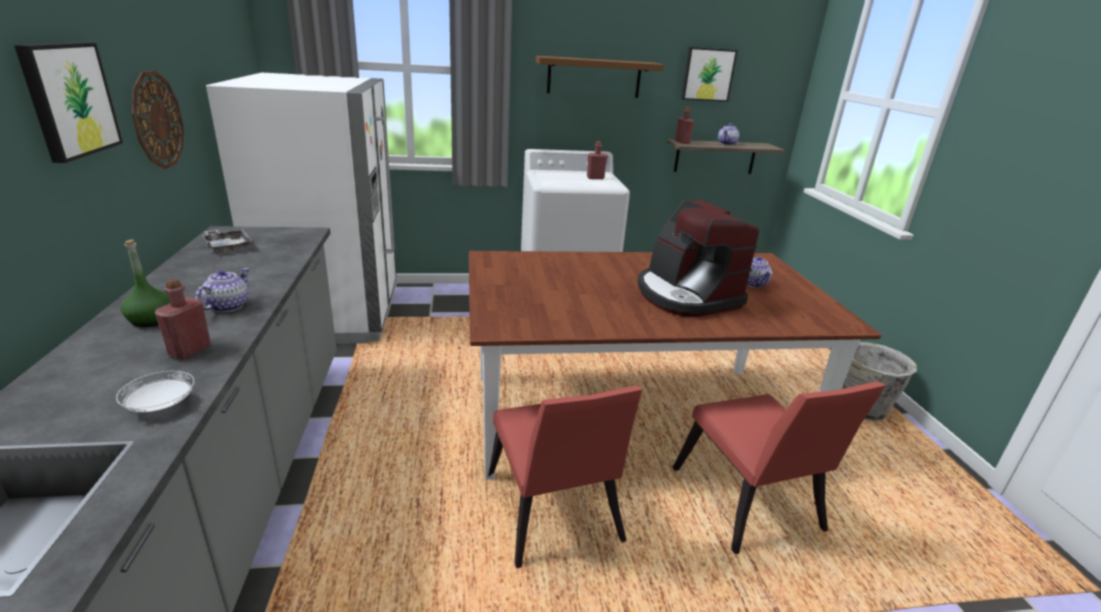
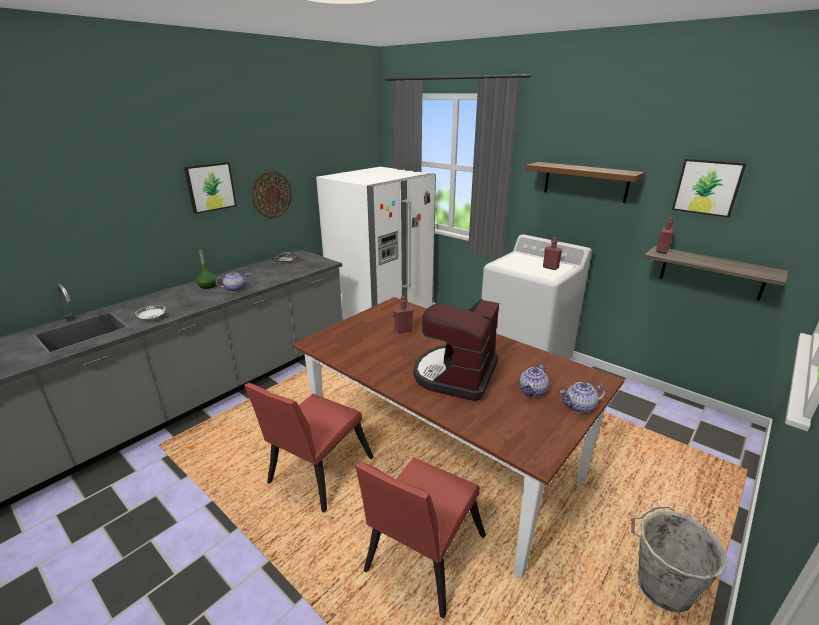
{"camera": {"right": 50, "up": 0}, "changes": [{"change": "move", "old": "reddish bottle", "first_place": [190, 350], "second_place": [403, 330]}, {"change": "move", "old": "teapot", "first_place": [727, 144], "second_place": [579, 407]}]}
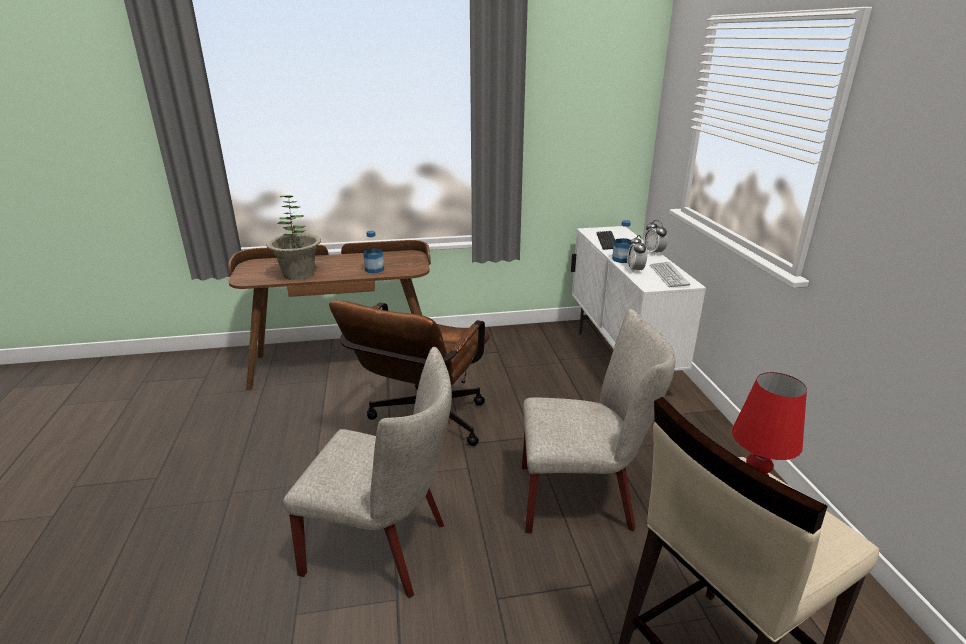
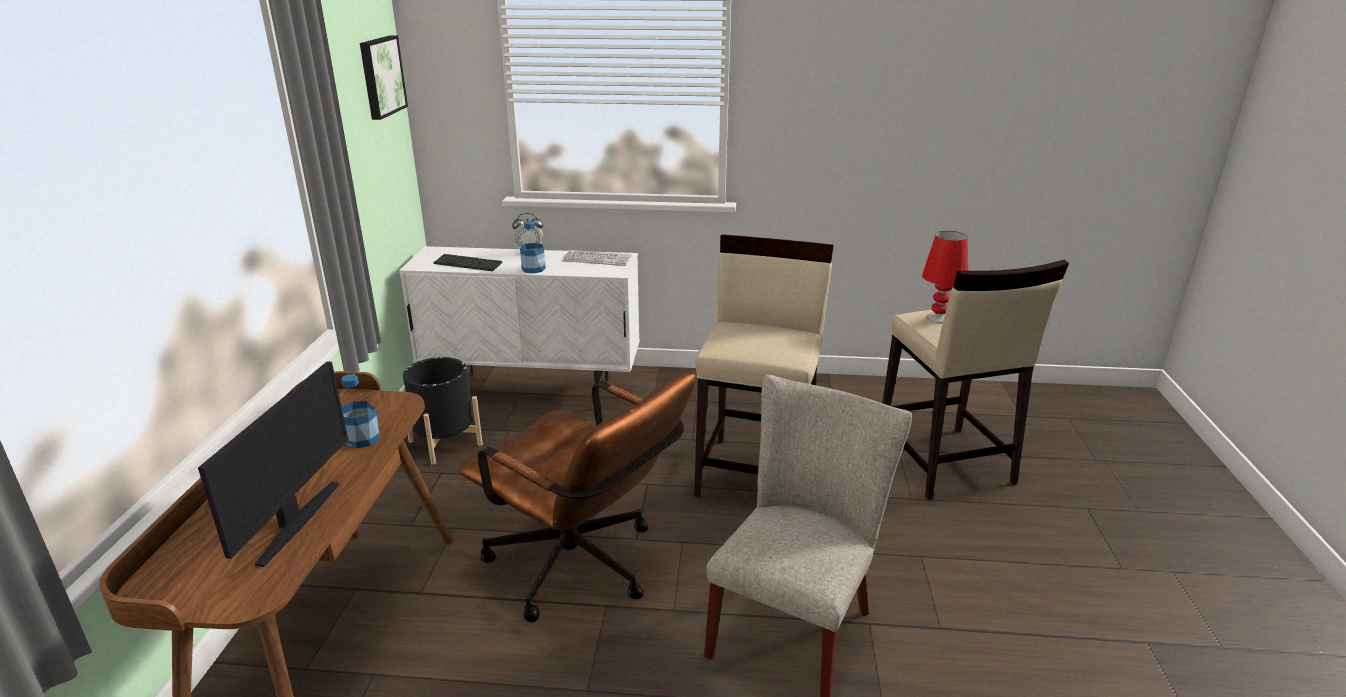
{"camera": {"right": -75, "up": 0}, "changes": [{"change": "delete", "old": "bedside clock", "first_place": [635, 270]}, {"change": "insert", "new": "picture", "second_place": [380, 76]}, {"change": "insert", "new": "blackish planter", "second_place": [445, 443]}, {"change": "replace", "old": "houseplant", "new": "computer display", "first_place": [299, 274], "second_place": [296, 522]}, {"change": "replace", "old": "sand-coloured chair", "new": "sand-coloured stool", "first_place": [583, 497], "second_place": [756, 473]}]}
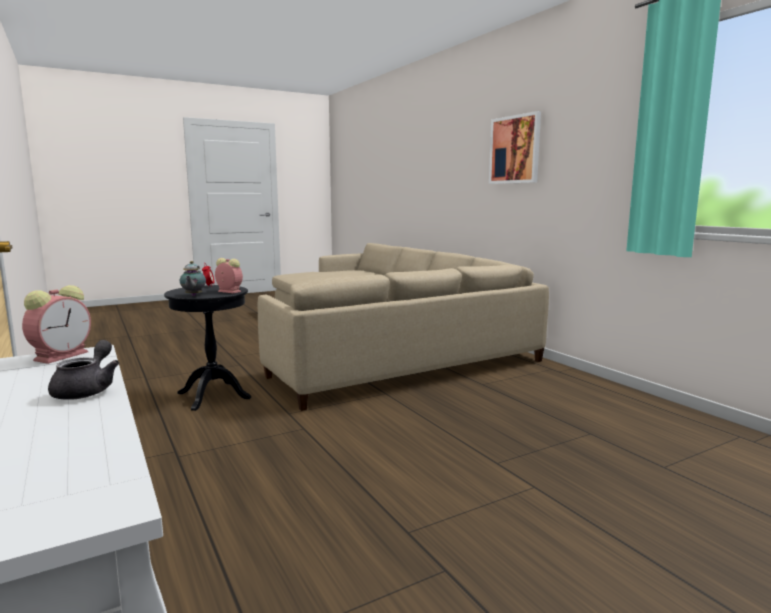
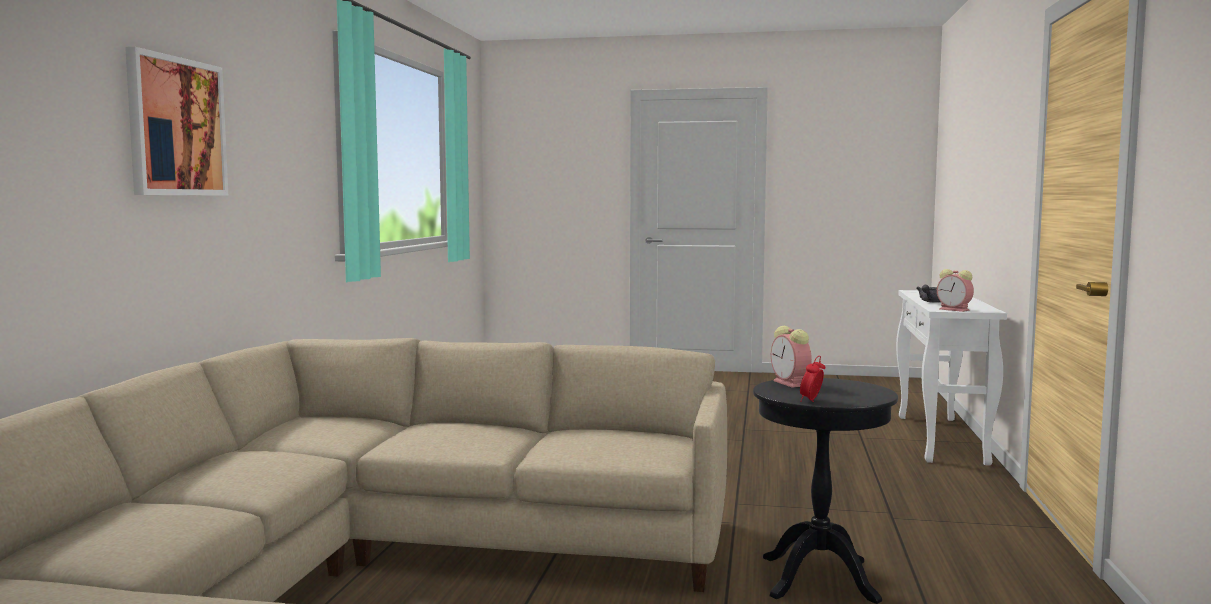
{"camera": {"right": -140, "up": -5}, "changes": [{"change": "delete", "old": "teapot", "first_place": [193, 296]}, {"change": "rotate", "old": "bedside clock", "first_place": [63, 355], "second_place": [955, 310], "degrees": -105}]}
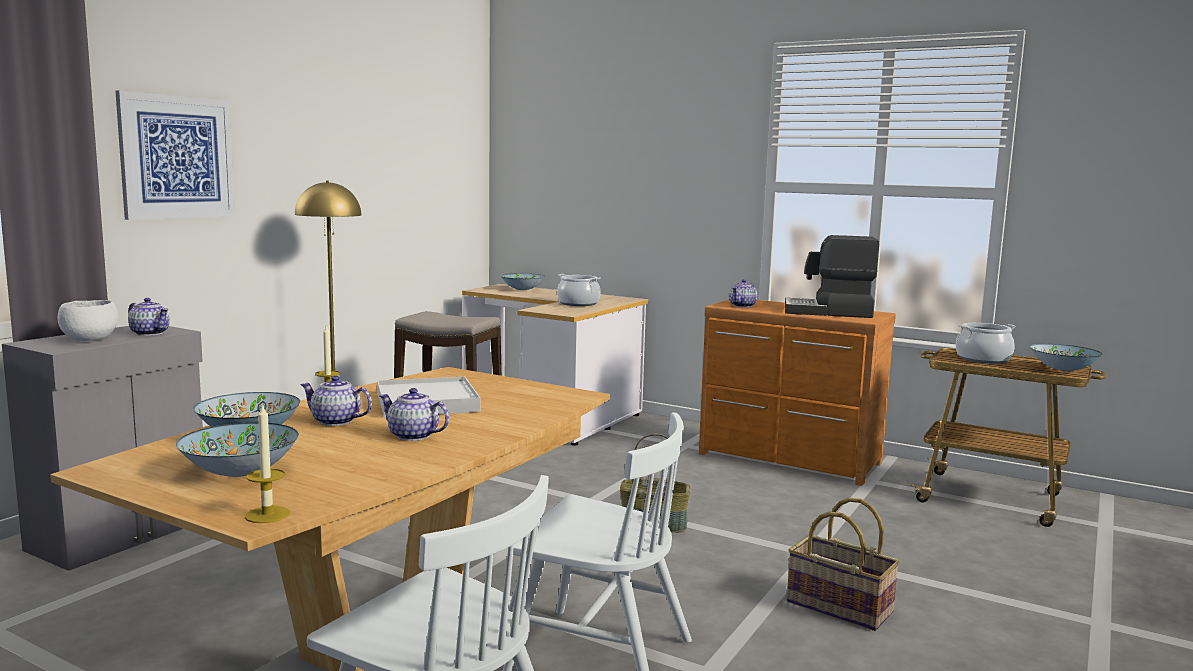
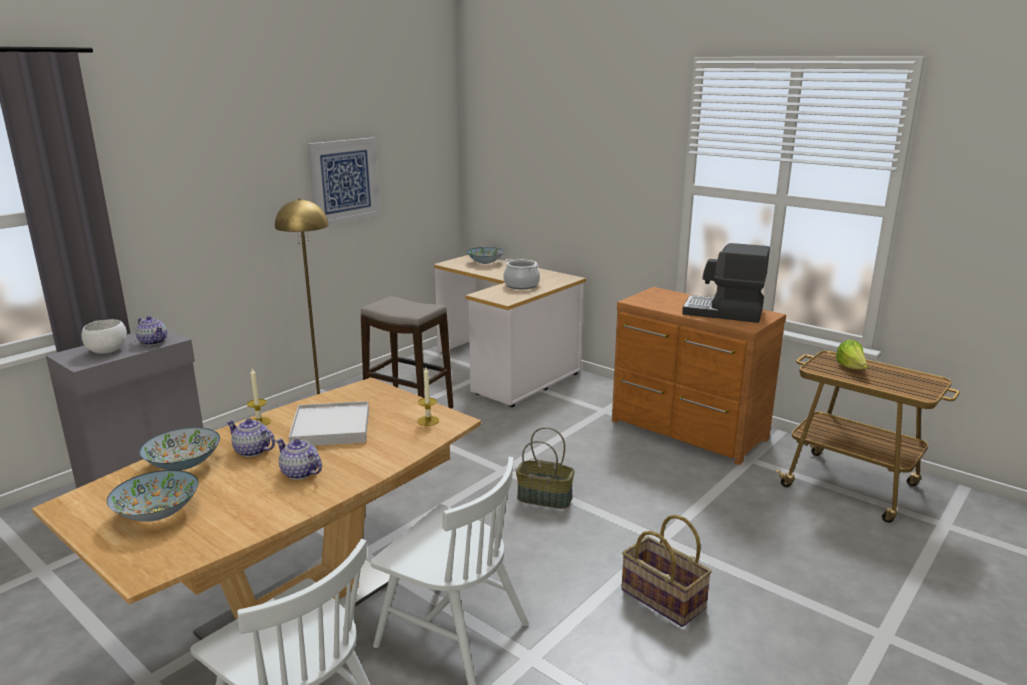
{"camera": {"right": 10, "up": 10}, "changes": [{"change": "delete", "old": "teapot", "first_place": [743, 306]}, {"change": "delete", "old": "serving bowl", "first_place": [1063, 369]}, {"change": "move", "old": "picture", "first_place": [177, 157], "second_place": [344, 181]}, {"change": "move", "old": "wax light", "first_place": [267, 514], "second_place": [428, 421]}, {"change": "replace", "old": "cooking pot", "new": "head of lettuce", "first_place": [983, 359], "second_place": [851, 368]}]}
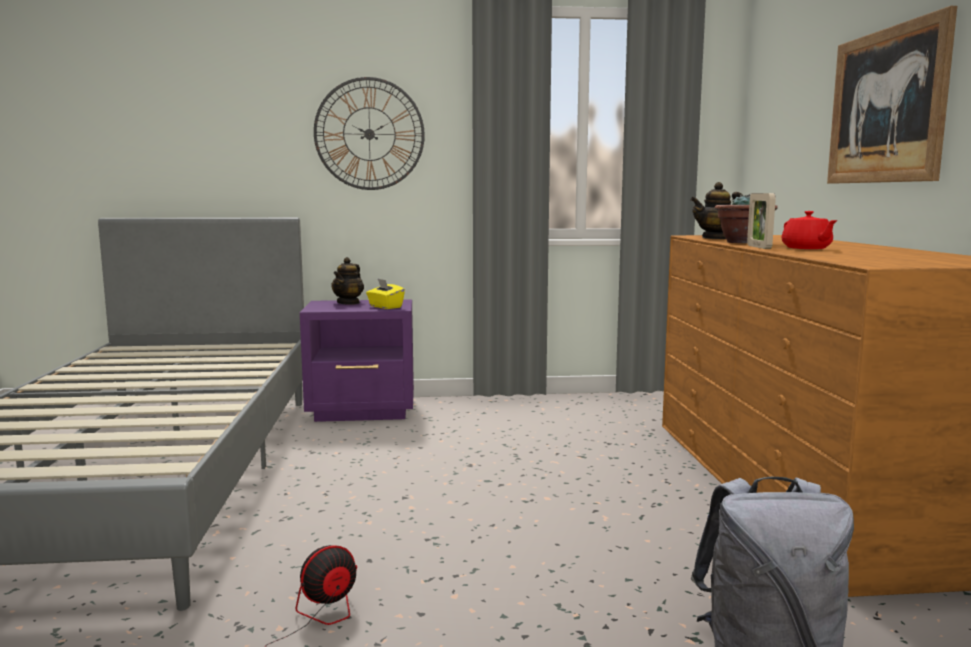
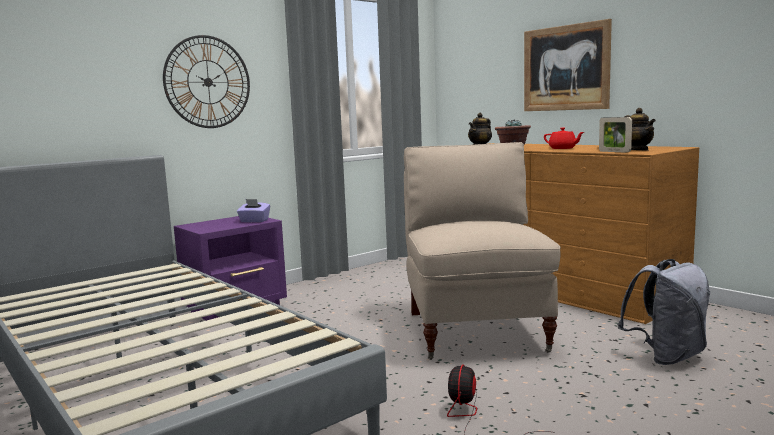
{"camera": {"right": -35, "up": 0}, "changes": [{"change": "insert", "new": "sand-coloured chair", "second_place": [475, 330]}, {"change": "move", "old": "teapot", "first_place": [348, 303], "second_place": [637, 150]}, {"change": "move", "old": "standing frame", "first_place": [759, 247], "second_place": [614, 151]}, {"change": "recolor", "old": "yellow-coloured tissue box", "new": "purple-coloured tissue box", "first_place": [385, 307], "second_place": [254, 221]}]}
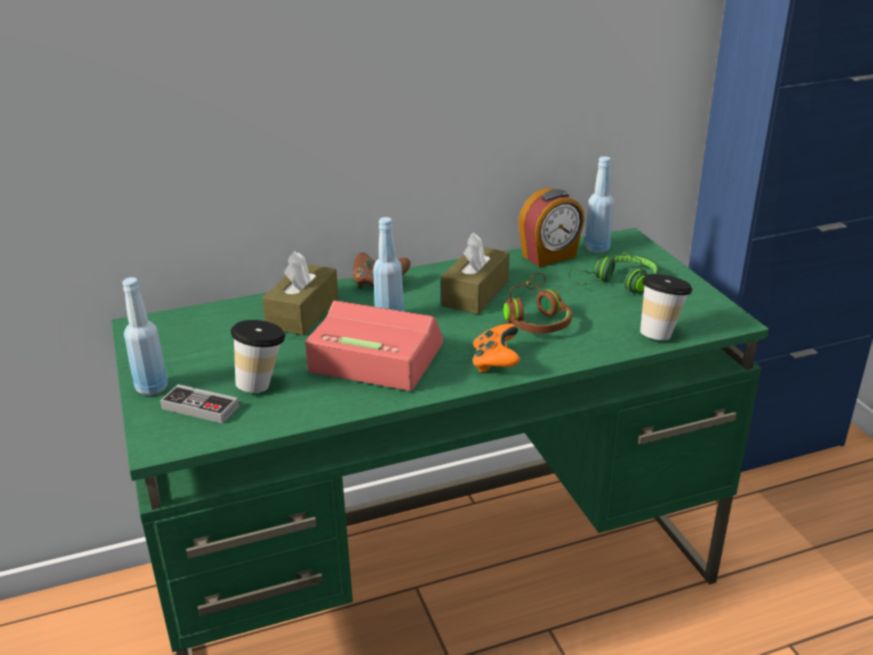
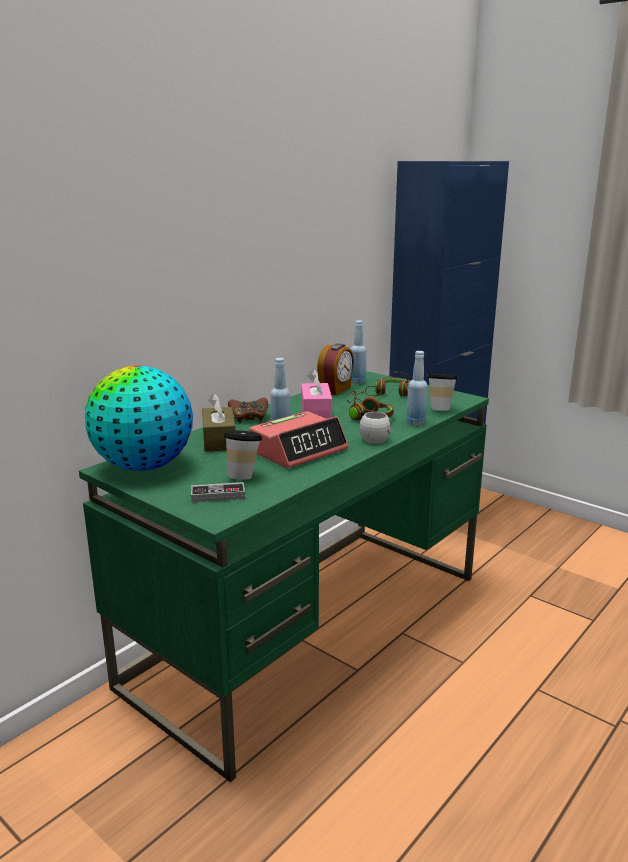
{"camera": {"right": -30, "up": -10}, "changes": [{"change": "insert", "new": "desk globe", "second_place": [143, 466]}, {"change": "move", "old": "blue bottle", "first_place": [152, 388], "second_place": [416, 423]}, {"change": "replace", "old": "orangey game controller", "new": "whitish coffee mug", "first_place": [495, 362], "second_place": [371, 437]}, {"change": "recolor", "old": "brown-coloured tissue box", "new": "pink tissue box", "first_place": [475, 293], "second_place": [316, 412]}, {"change": "recolor", "old": "green-coloured headset", "new": "brown-coloured headset", "first_place": [618, 283], "second_place": [390, 394]}, {"change": "rotate", "old": "bedside clock", "first_place": [375, 359], "second_place": [298, 450], "degrees": 150}]}
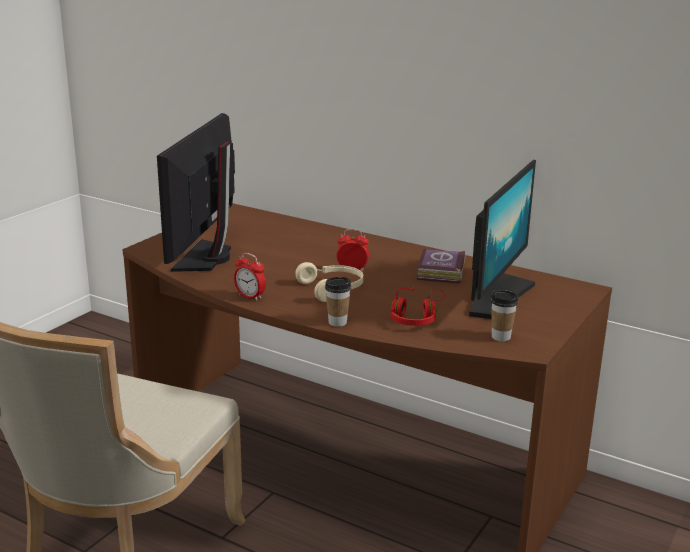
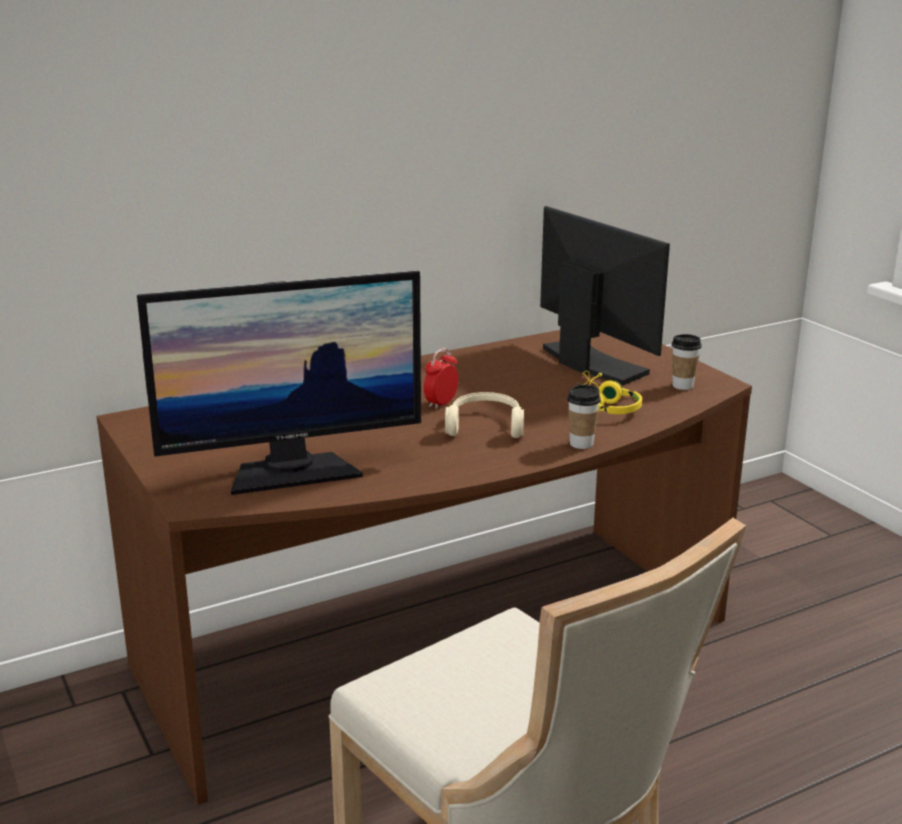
{"camera": {"right": -60, "up": 0}, "changes": [{"change": "delete", "old": "bedside clock", "first_place": [250, 296]}, {"change": "delete", "old": "volume", "first_place": [439, 272]}, {"change": "recolor", "old": "reddish headset", "new": "yellow-coloured headset", "first_place": [416, 317], "second_place": [604, 406]}, {"change": "rotate", "old": "computer display", "first_place": [206, 258], "second_place": [291, 471], "degrees": -60}]}
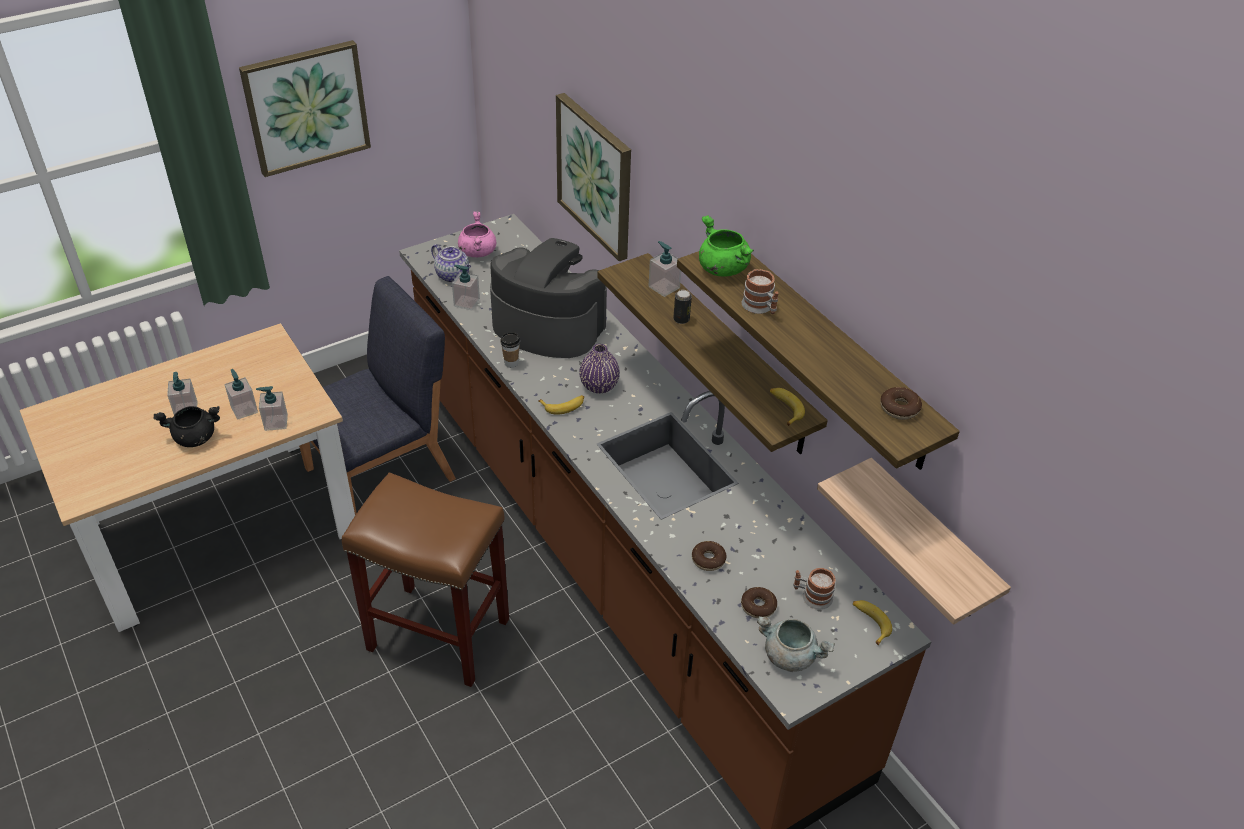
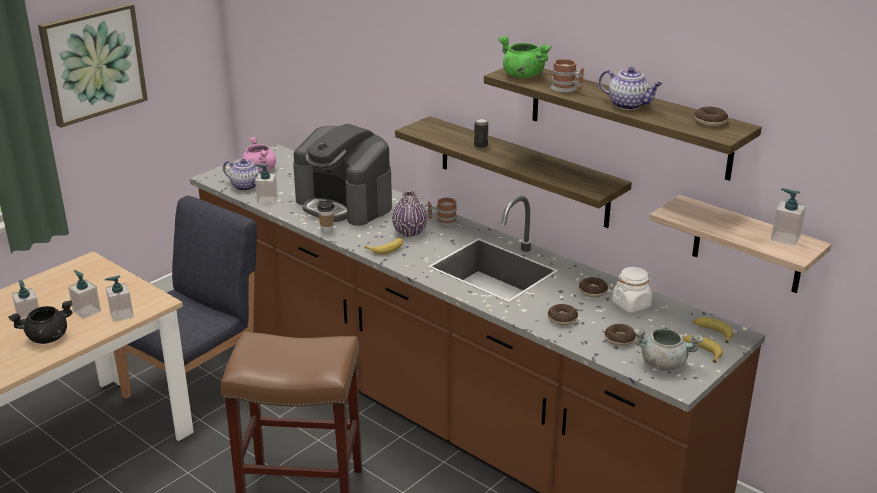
{"camera": {"right": -15, "up": -15}, "changes": [{"change": "delete", "old": "picture", "first_place": [596, 176]}, {"change": "insert", "new": "ring doughnut", "second_place": [593, 291]}, {"change": "insert", "new": "teapot", "second_place": [629, 105]}, {"change": "insert", "new": "whitish storage jar", "second_place": [631, 304]}, {"change": "move", "old": "liquid soap bottle", "first_place": [664, 287], "second_place": [785, 238]}, {"change": "move", "old": "banana", "first_place": [784, 408], "second_place": [701, 351]}, {"change": "move", "old": "coffee mug", "first_place": [812, 596], "second_place": [442, 222]}, {"change": "rotate", "old": "coffee maker", "first_place": [547, 326], "second_place": [345, 204], "degrees": -150}]}
